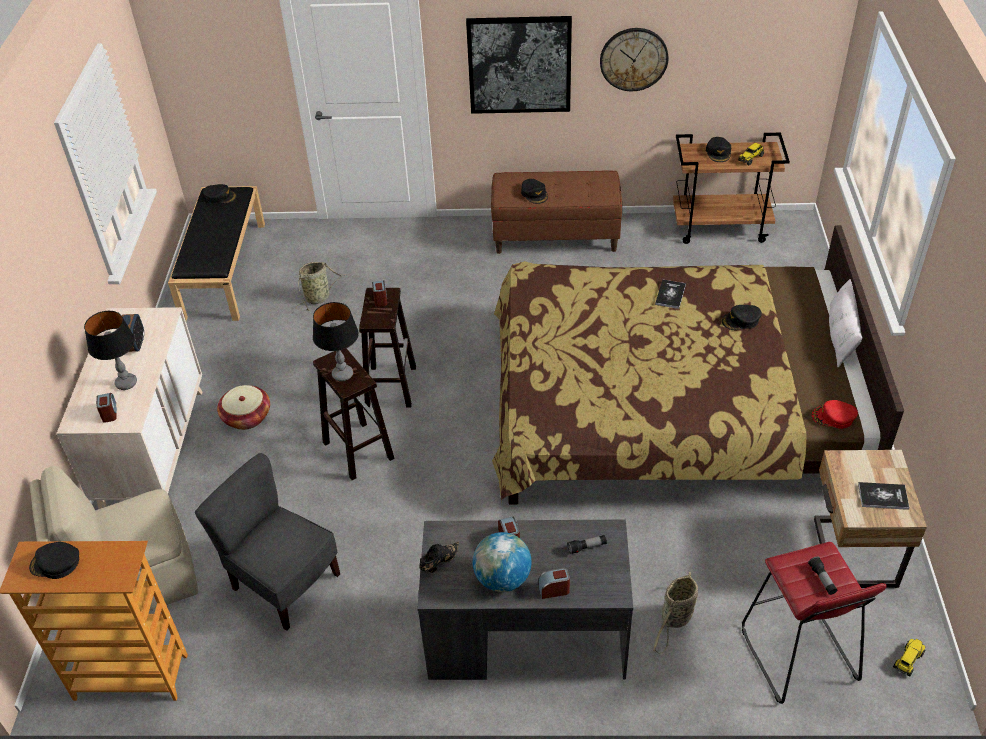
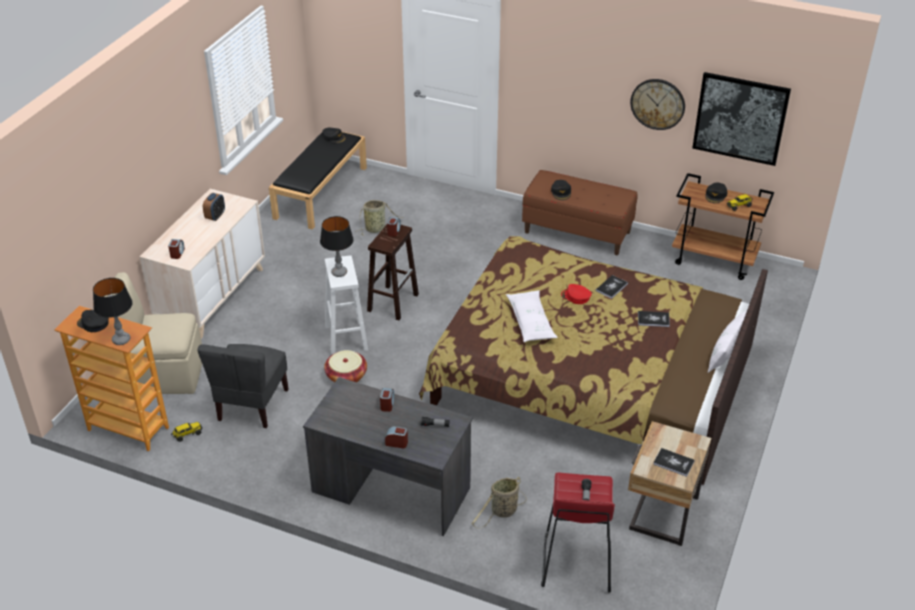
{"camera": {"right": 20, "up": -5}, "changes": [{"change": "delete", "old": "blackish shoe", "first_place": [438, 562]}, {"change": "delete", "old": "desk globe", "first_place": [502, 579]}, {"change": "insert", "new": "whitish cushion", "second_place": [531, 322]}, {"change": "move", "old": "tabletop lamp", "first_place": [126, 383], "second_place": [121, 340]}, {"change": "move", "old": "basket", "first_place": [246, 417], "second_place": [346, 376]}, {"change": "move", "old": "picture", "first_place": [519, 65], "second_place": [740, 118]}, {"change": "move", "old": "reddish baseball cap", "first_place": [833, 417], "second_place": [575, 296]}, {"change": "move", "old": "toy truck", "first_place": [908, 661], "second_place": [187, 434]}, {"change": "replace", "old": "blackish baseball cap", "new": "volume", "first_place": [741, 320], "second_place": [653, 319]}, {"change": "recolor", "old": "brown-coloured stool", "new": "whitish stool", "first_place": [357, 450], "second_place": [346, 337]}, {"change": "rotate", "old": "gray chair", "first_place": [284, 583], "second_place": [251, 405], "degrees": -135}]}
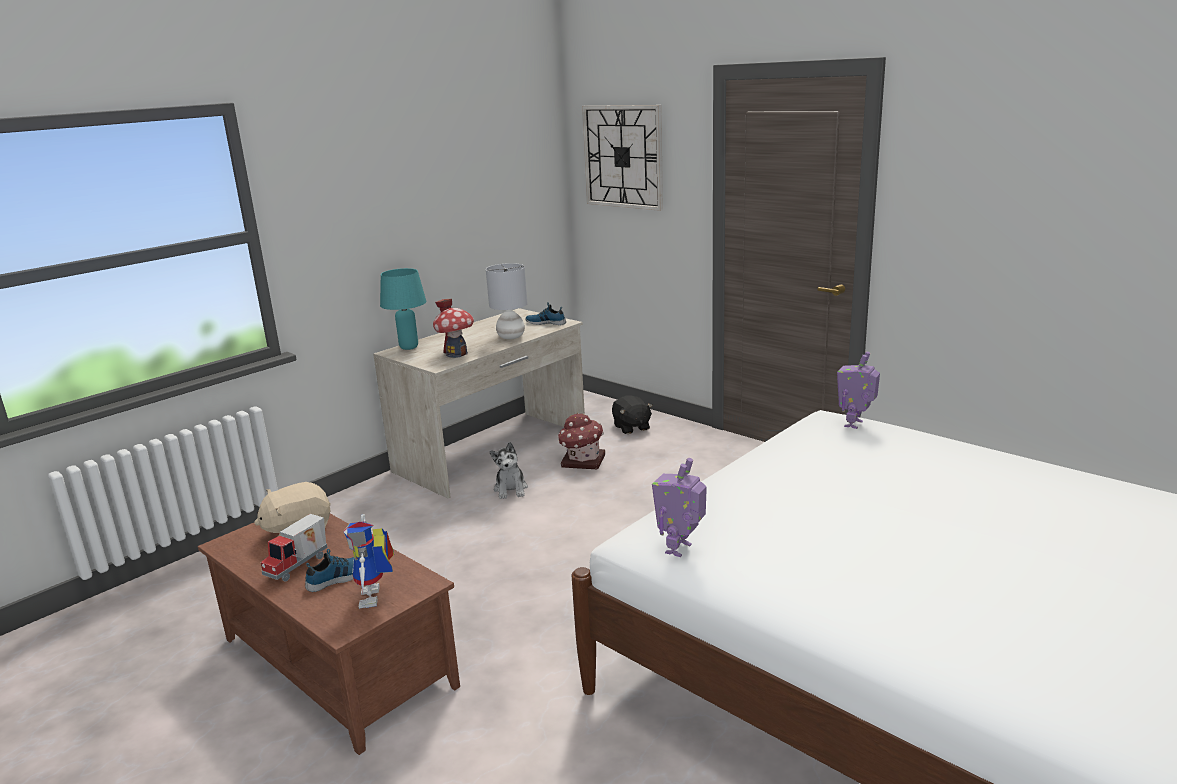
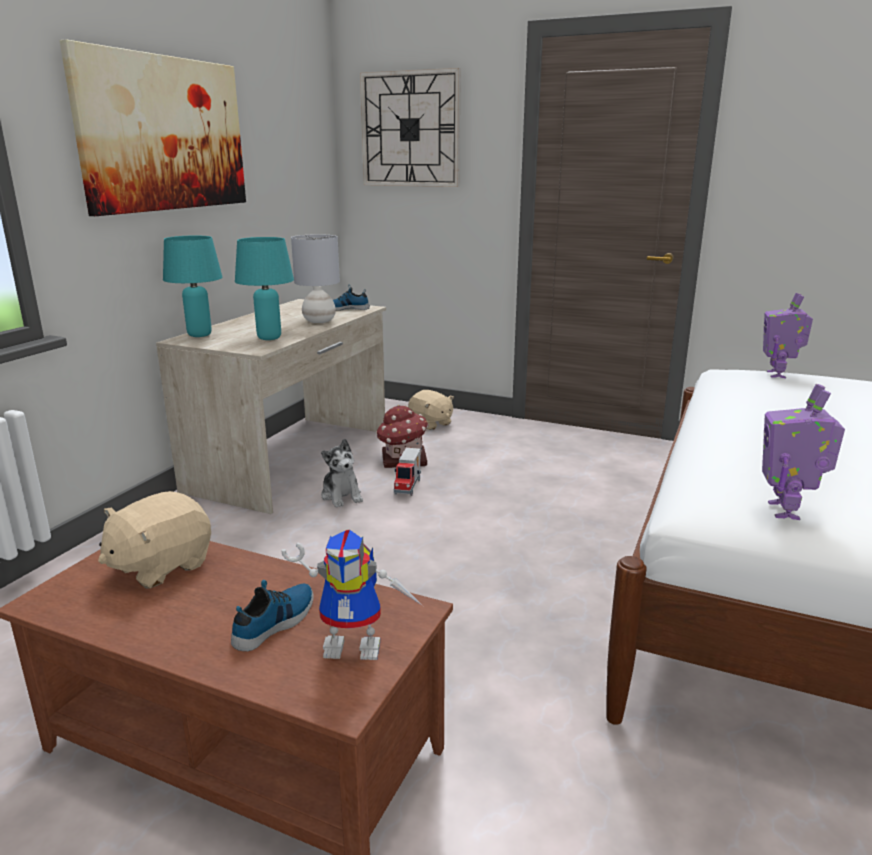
{"camera": {"right": -20, "up": 0}, "changes": [{"change": "insert", "new": "picture", "second_place": [164, 134]}, {"change": "move", "old": "toy truck", "first_place": [299, 566], "second_place": [409, 486]}, {"change": "replace", "old": "toy house", "new": "turquoise tabletop lamp", "first_place": [456, 354], "second_place": [269, 338]}, {"change": "recolor", "old": "blackish soft toy", "new": "sand-coloured soft toy", "first_place": [631, 427], "second_place": [430, 423]}, {"change": "rotate", "old": "robot figure", "first_place": [376, 598], "second_place": [358, 644], "degrees": -60}]}
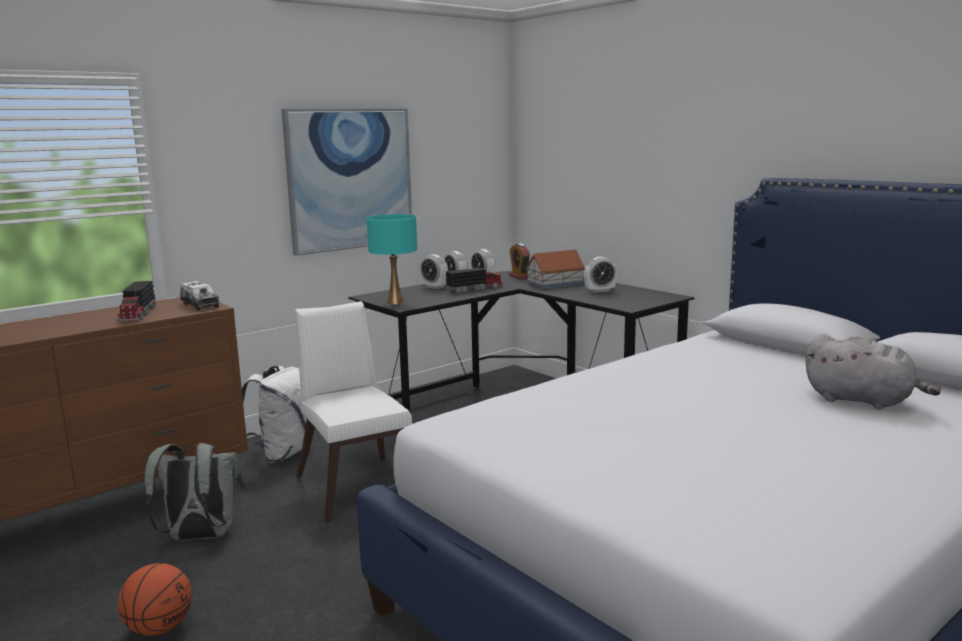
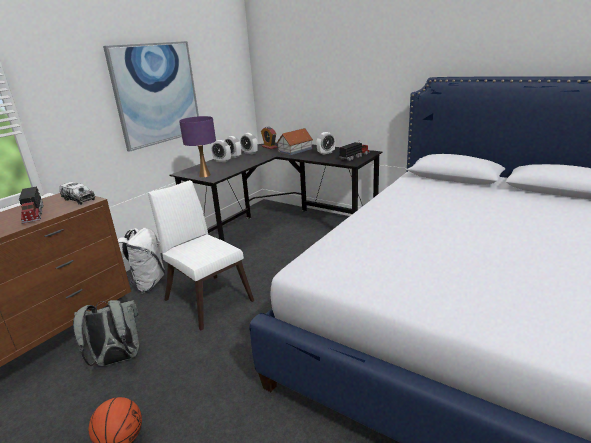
{"camera": {"right": -15, "up": 10}, "changes": [{"change": "delete", "old": "gray soft toy", "first_place": [862, 401]}, {"change": "move", "old": "toy truck", "first_place": [475, 289], "second_place": [355, 156]}, {"change": "recolor", "old": "turquoise tabletop lamp", "new": "purple-coloured tabletop lamp", "first_place": [395, 302], "second_place": [204, 175]}]}
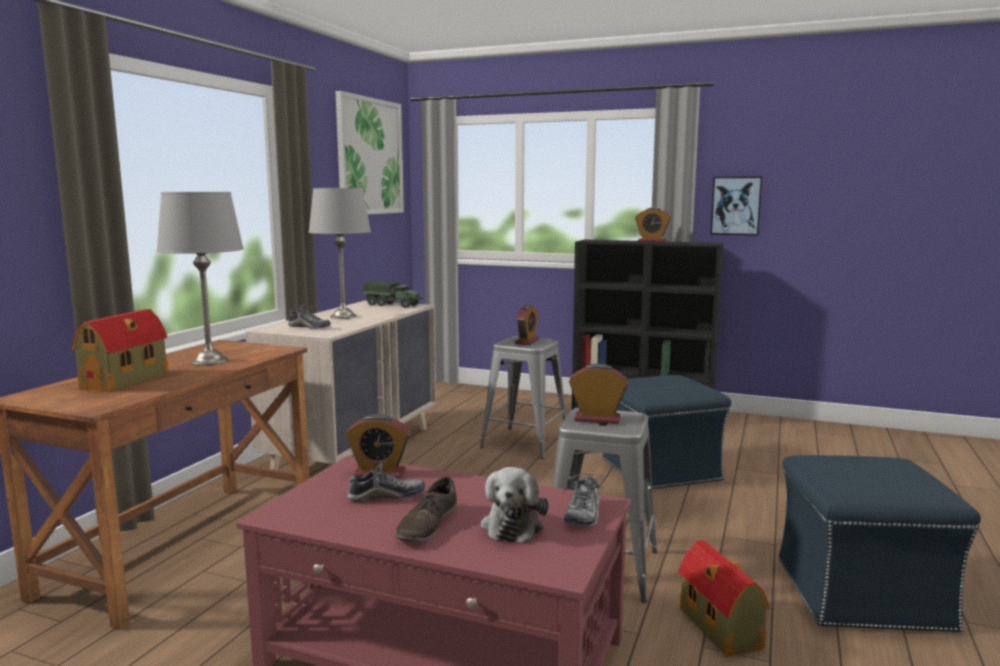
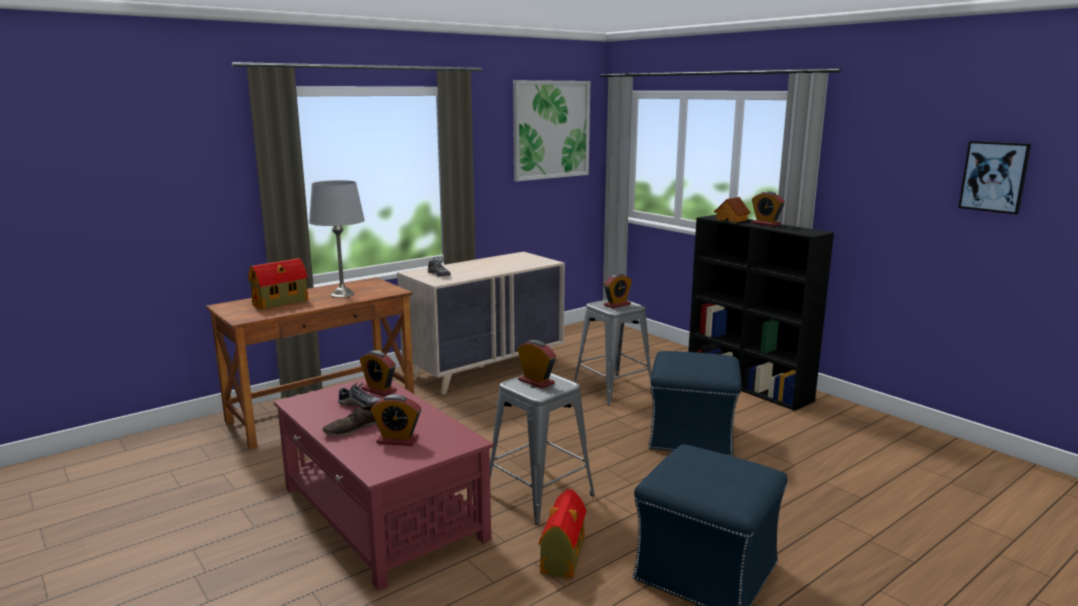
{"camera": {"right": 30, "up": 5}, "changes": [{"change": "delete", "old": "gray tabletop lamp", "first_place": [343, 316]}, {"change": "delete", "old": "toy truck", "first_place": [393, 305]}, {"change": "delete", "old": "shoe", "first_place": [583, 514]}, {"change": "insert", "new": "toy house", "second_place": [732, 219]}, {"change": "move", "old": "picture", "first_place": [736, 205], "second_place": [994, 176]}, {"change": "replace", "old": "soft toy", "new": "bedside clock", "first_place": [513, 525], "second_place": [397, 440]}]}
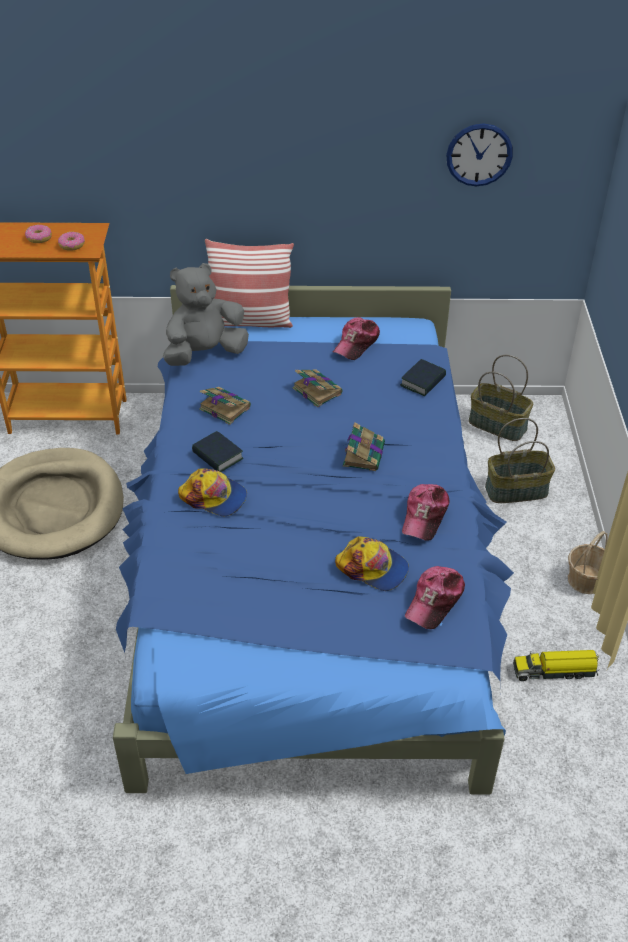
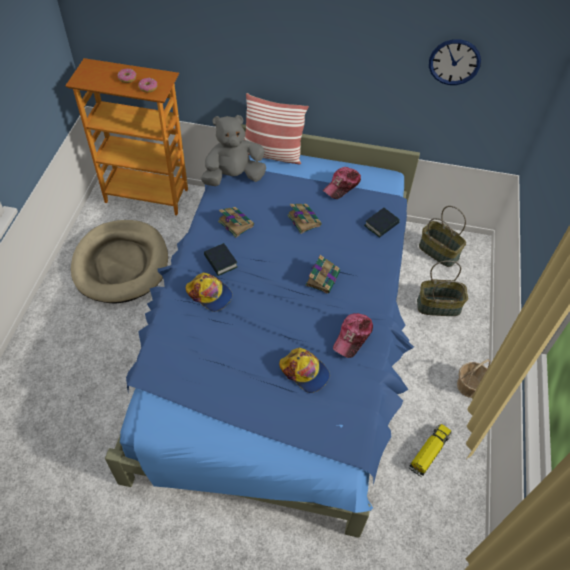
{"camera": {"right": 10, "up": 10}, "changes": [{"change": "delete", "old": "baseball cap", "first_place": [435, 601]}, {"change": "rotate", "old": "toy truck", "first_place": [555, 671], "second_place": [429, 452], "degrees": 120}]}
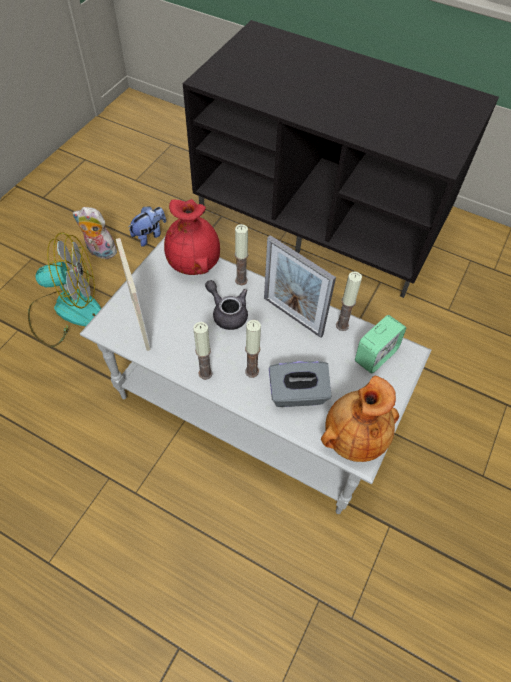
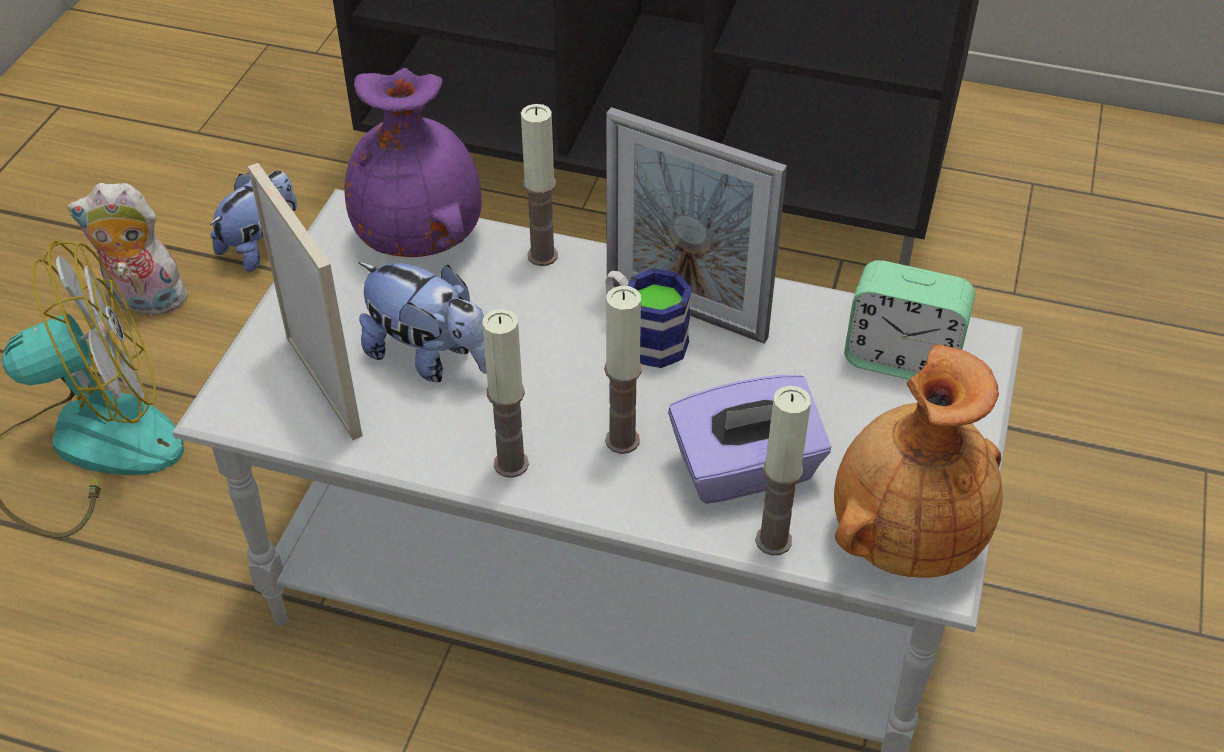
{"camera": {"right": -10, "up": -10}, "changes": [{"change": "delete", "old": "gray teapot", "first_place": [227, 313]}, {"change": "insert", "new": "soft toy", "second_place": [429, 358]}, {"change": "insert", "new": "coffee mug", "second_place": [644, 338]}, {"change": "move", "old": "wax light", "first_place": [342, 325], "second_place": [773, 540]}, {"change": "recolor", "old": "reddish vase", "new": "purple-coloured vase", "first_place": [195, 263], "second_place": [421, 237]}, {"change": "recolor", "old": "gray tissue box", "new": "purple-coloured tissue box", "first_place": [298, 394], "second_place": [746, 470]}, {"change": "rotate", "old": "bedside clock", "first_place": [375, 355], "second_place": [901, 359], "degrees": 75}]}
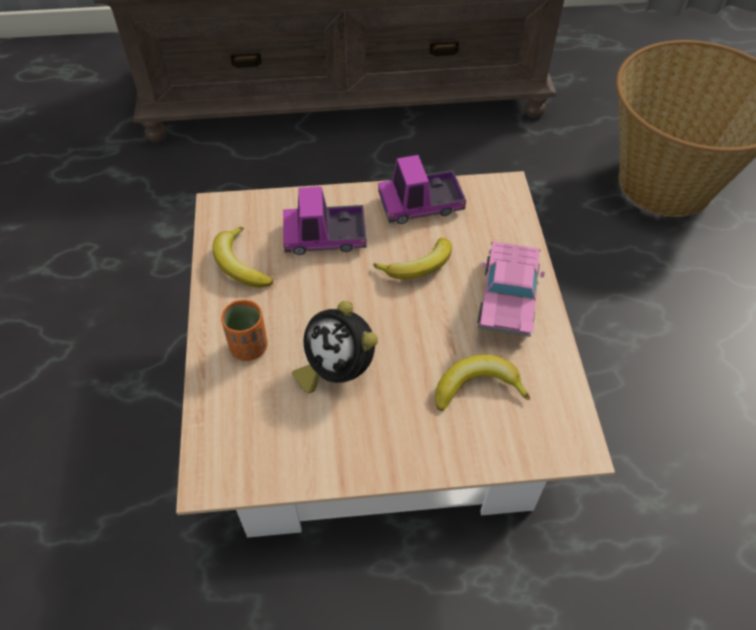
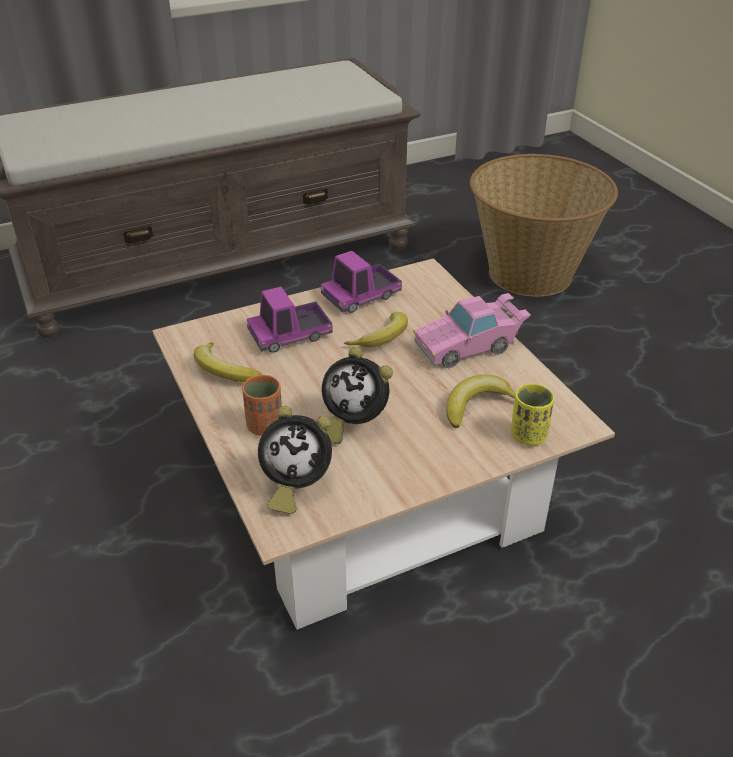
{"camera": {"right": -20, "up": -15}, "changes": [{"change": "insert", "new": "bedside clock", "second_place": [294, 486]}, {"change": "insert", "new": "yellow-coloured drinking cup", "second_place": [528, 435]}, {"change": "rotate", "old": "pink toy car", "first_place": [506, 304], "second_place": [469, 346], "degrees": -105}]}
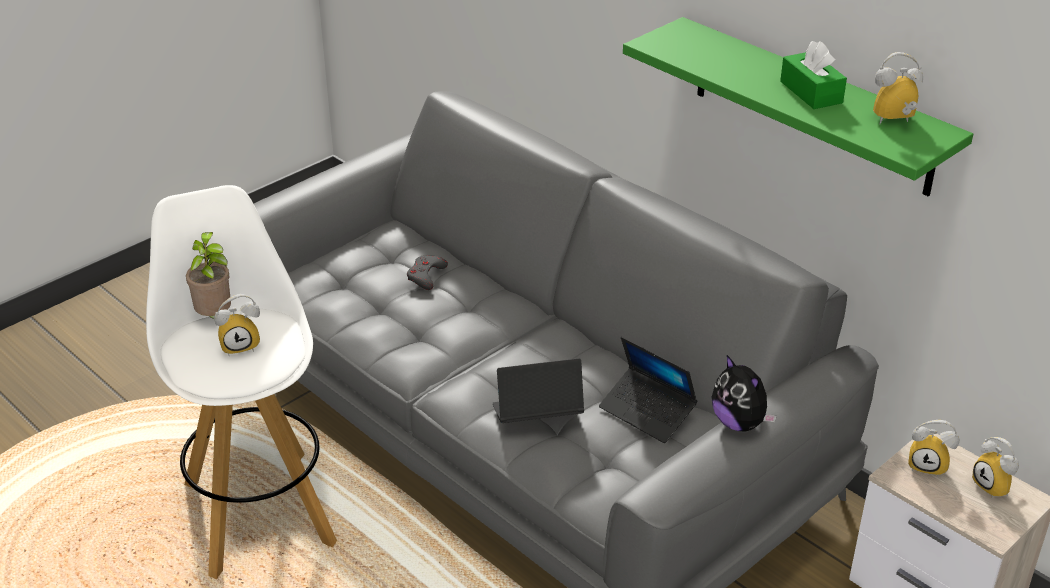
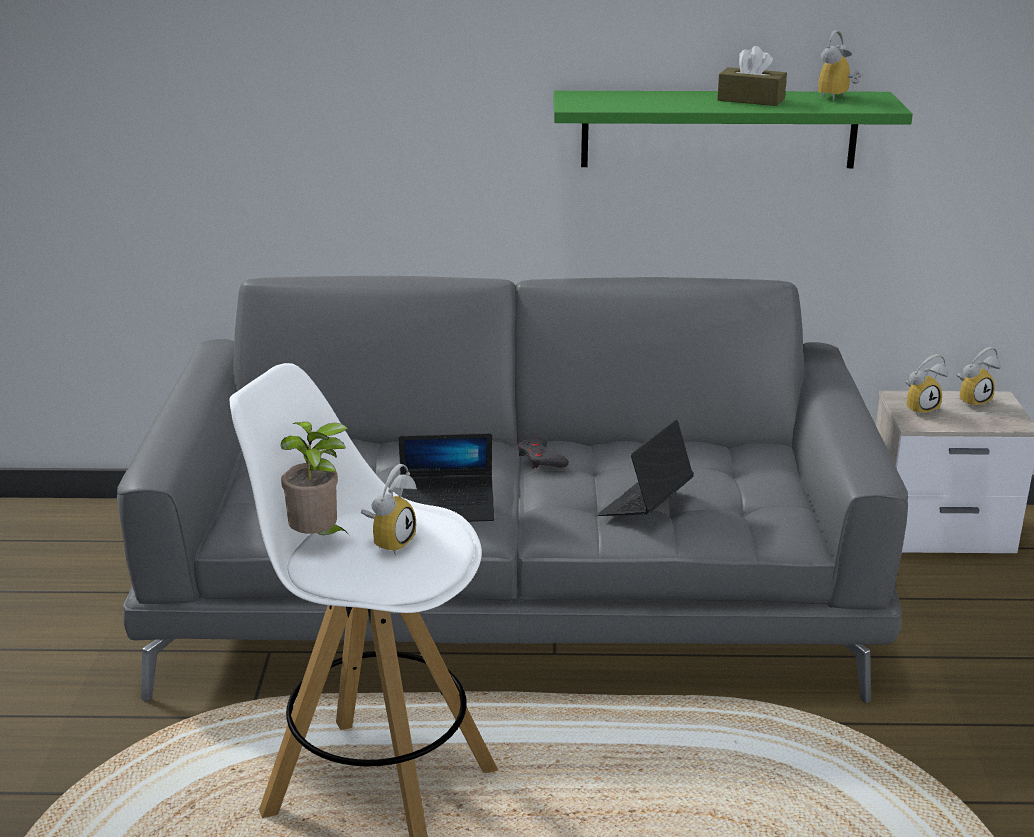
{"camera": {"right": -45, "up": -10}, "changes": [{"change": "delete", "old": "soft toy", "first_place": [739, 423]}, {"change": "move", "old": "gray game controller", "first_place": [426, 276], "second_place": [541, 459]}, {"change": "move", "old": "notebook computer", "first_place": [647, 412], "second_place": [447, 507]}, {"change": "recolor", "old": "green-coloured tissue box", "new": "brown-coloured tissue box", "first_place": [811, 92], "second_place": [751, 100]}, {"change": "rotate", "old": "bedside clock", "first_place": [995, 487], "second_place": [972, 401], "degrees": -45}]}
